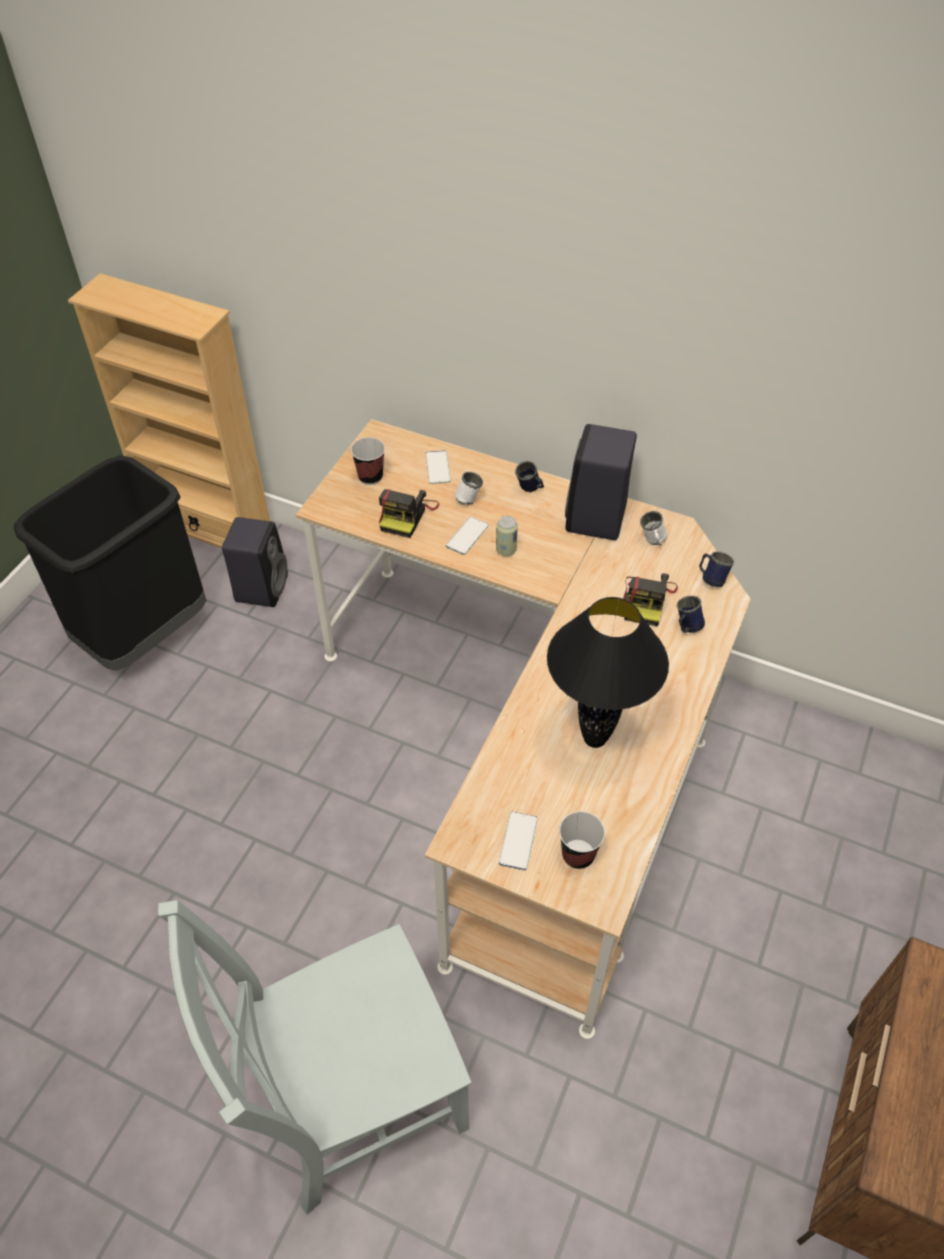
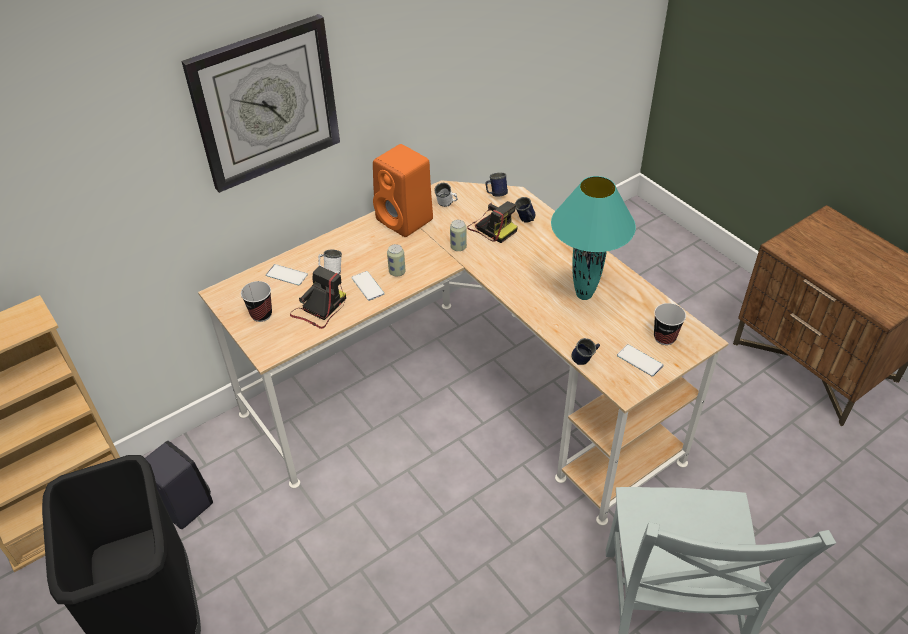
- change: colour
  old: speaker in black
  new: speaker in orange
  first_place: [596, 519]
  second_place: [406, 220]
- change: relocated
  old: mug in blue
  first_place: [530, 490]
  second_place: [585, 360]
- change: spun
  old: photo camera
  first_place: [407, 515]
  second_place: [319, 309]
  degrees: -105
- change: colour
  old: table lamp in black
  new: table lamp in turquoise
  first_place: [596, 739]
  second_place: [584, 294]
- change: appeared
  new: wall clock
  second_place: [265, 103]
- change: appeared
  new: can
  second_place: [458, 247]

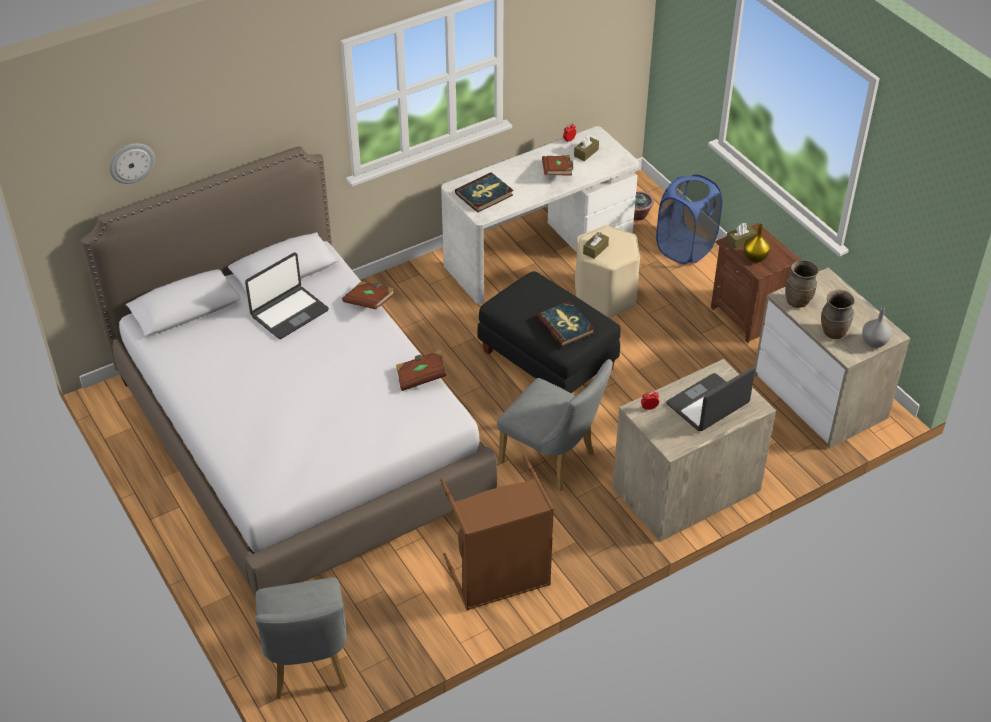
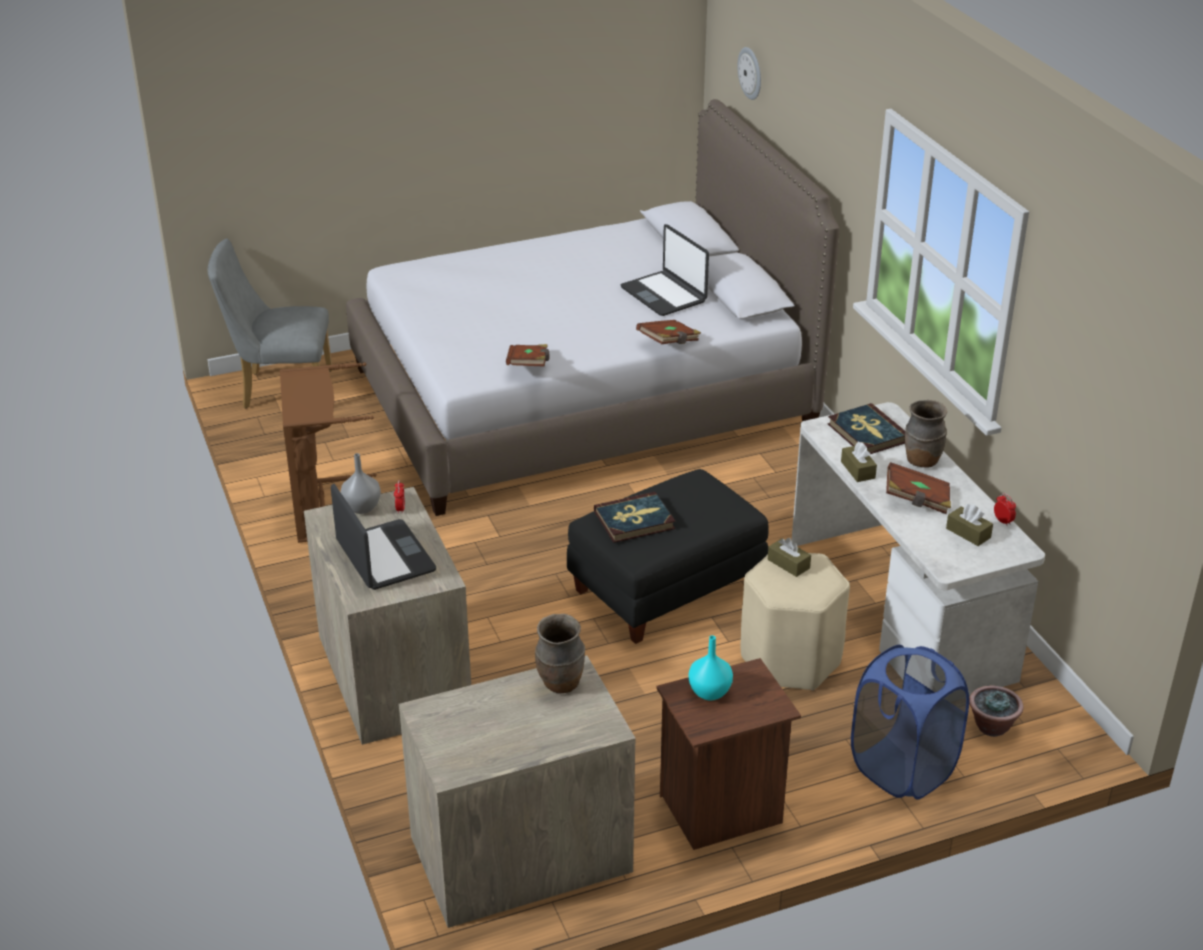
- change: relocated
  old: tissue box in brown
  first_place: [740, 241]
  second_place: [858, 470]
- change: colour
  old: vase in yellow
  new: vase in turquoise
  first_place: [754, 257]
  second_place: [710, 692]
- change: relocated
  old: vase in brown
  first_place: [833, 332]
  second_place: [921, 461]
- change: relocated
  old: vase in grey
  first_place: [875, 342]
  second_place: [361, 508]
- change: missing
  old: chair in grey
  first_place: [553, 460]

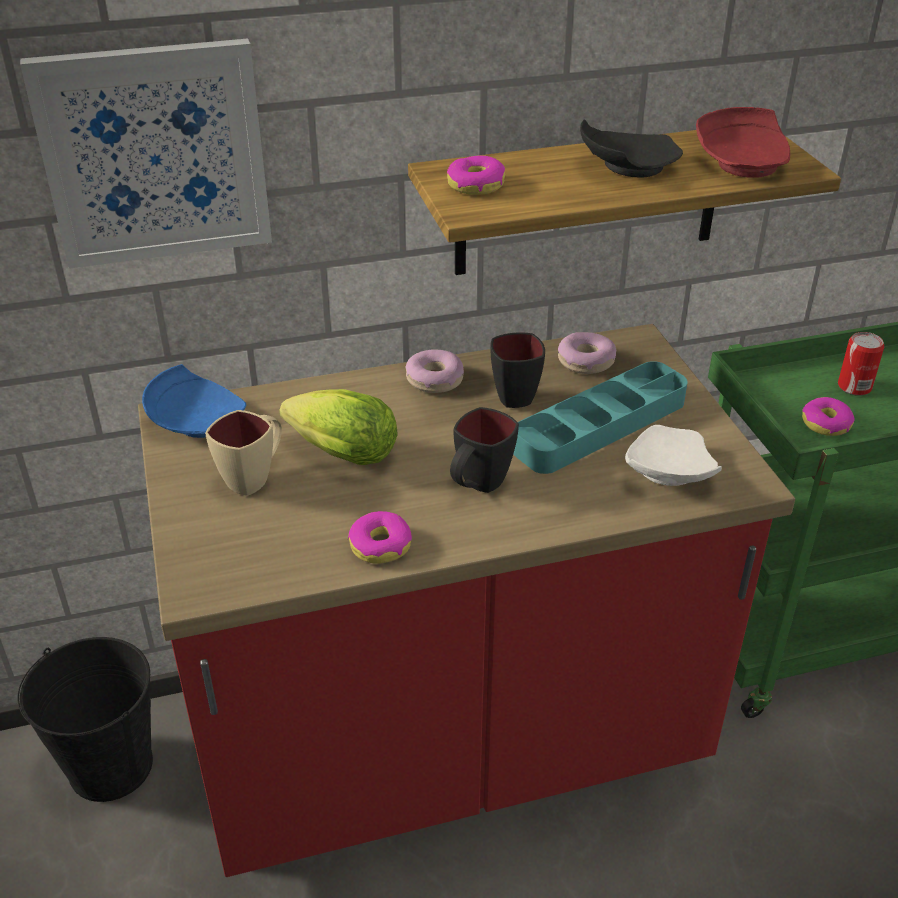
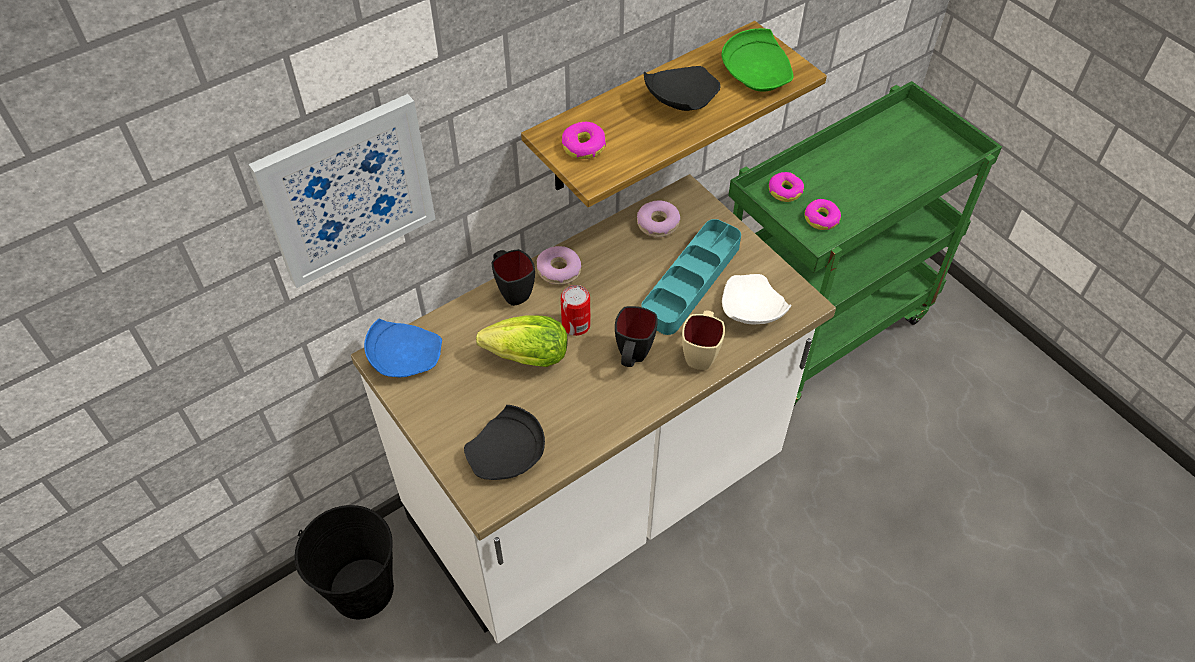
- change: colour
  old: plate in red
  new: plate in green
  first_place: [744, 162]
  second_place: [757, 74]
- change: colour
  old: counter in red
  new: counter in white
  first_place: [449, 747]
  second_place: [597, 496]
- change: relocated
  old: can
  first_place: [854, 387]
  second_place: [576, 325]
- change: relocated
  old: mug in black
  first_place: [512, 393]
  second_place: [512, 291]
- change: relocated
  old: mug in beige
  first_place: [254, 477]
  second_place: [701, 353]
- change: relocated
  old: donut
  first_place: [380, 545]
  second_place: [785, 191]
- change: appeared
  new: plate in black
  second_place: [507, 455]

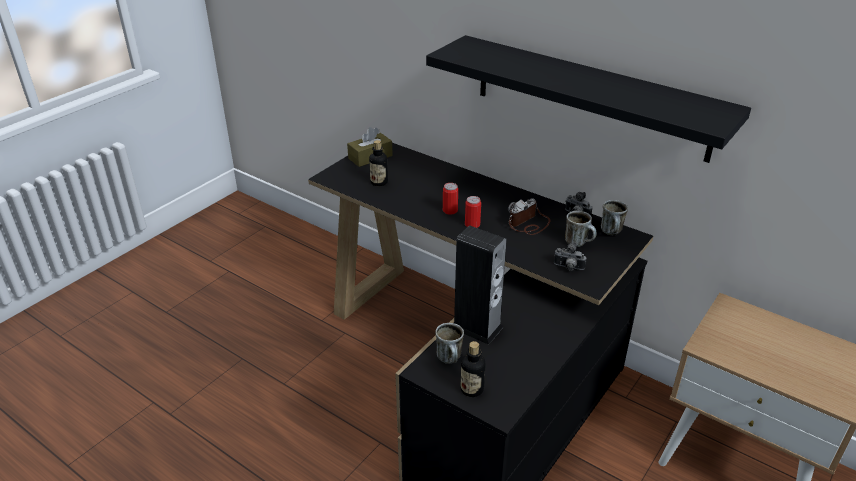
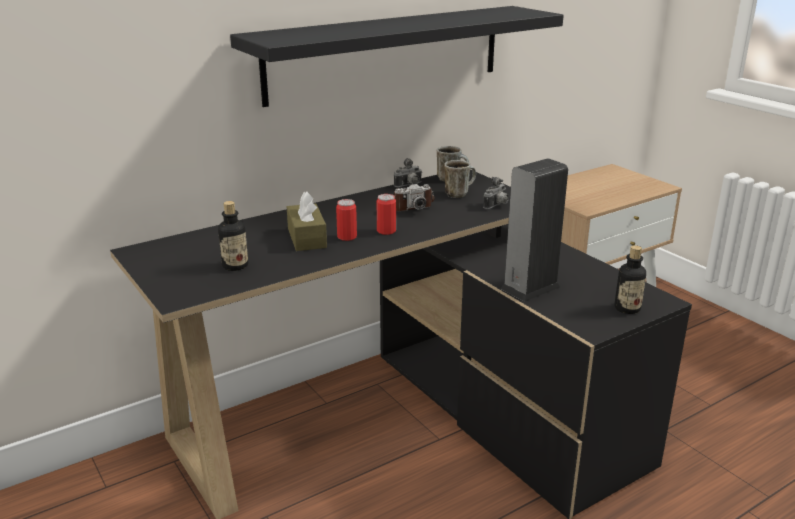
- change: relocated
  old: tissue box in brown
  first_place: [370, 157]
  second_place: [307, 238]
- change: spun
  old: photo camera
  first_place: [528, 224]
  second_place: [407, 206]
  degrees: -90
- change: missing
  old: mug
  first_place: [451, 360]

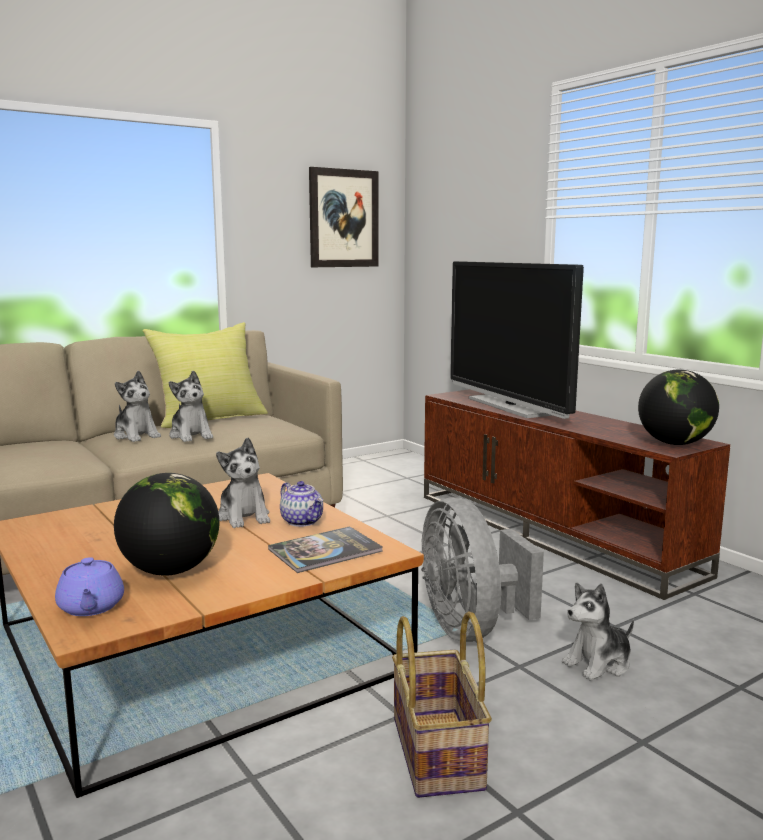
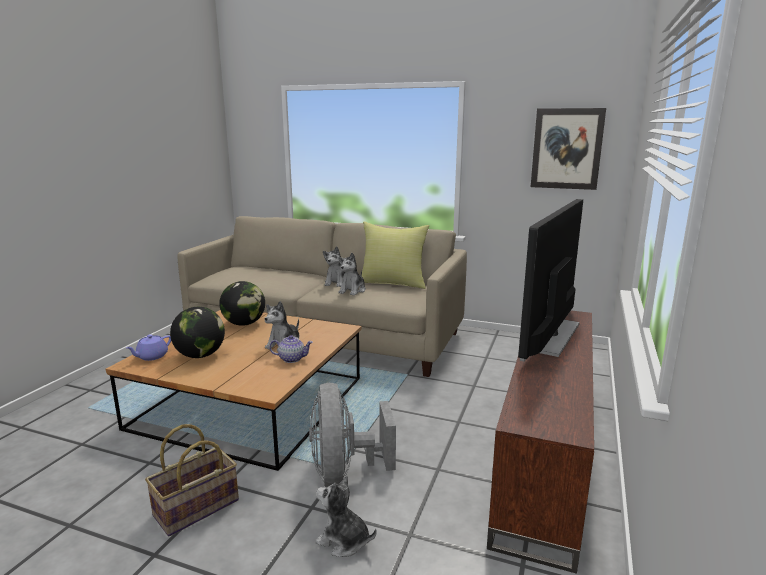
- change: relocated
  old: globe
  first_place: [674, 443]
  second_place: [244, 324]
- change: spun
  old: teapot
  first_place: [302, 521]
  second_place: [292, 359]
  degrees: -105
- change: spun
  old: fan in grey
  first_place: [471, 628]
  second_place: [344, 472]
  degrees: -45
- change: missing
  old: book
  first_place: [325, 551]

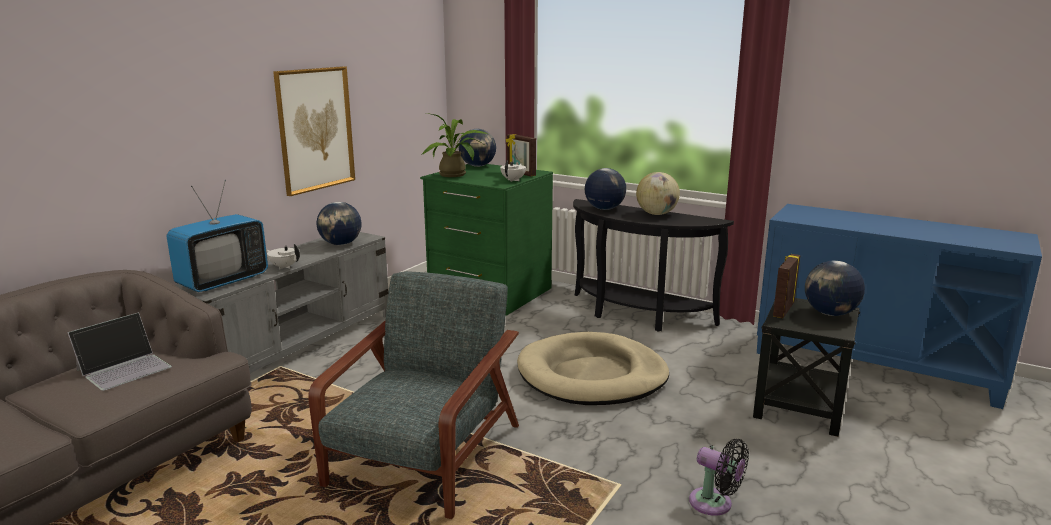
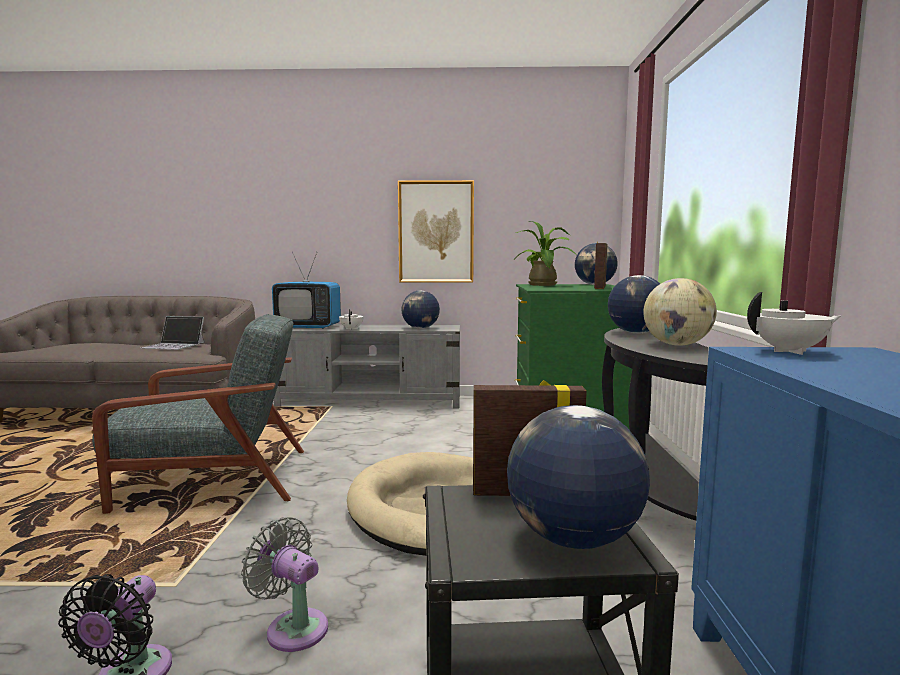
- change: relocated
  old: teapot in white
  first_place: [513, 180]
  second_place: [790, 351]
- change: appeared
  new: fan in grey
  second_place: [293, 627]

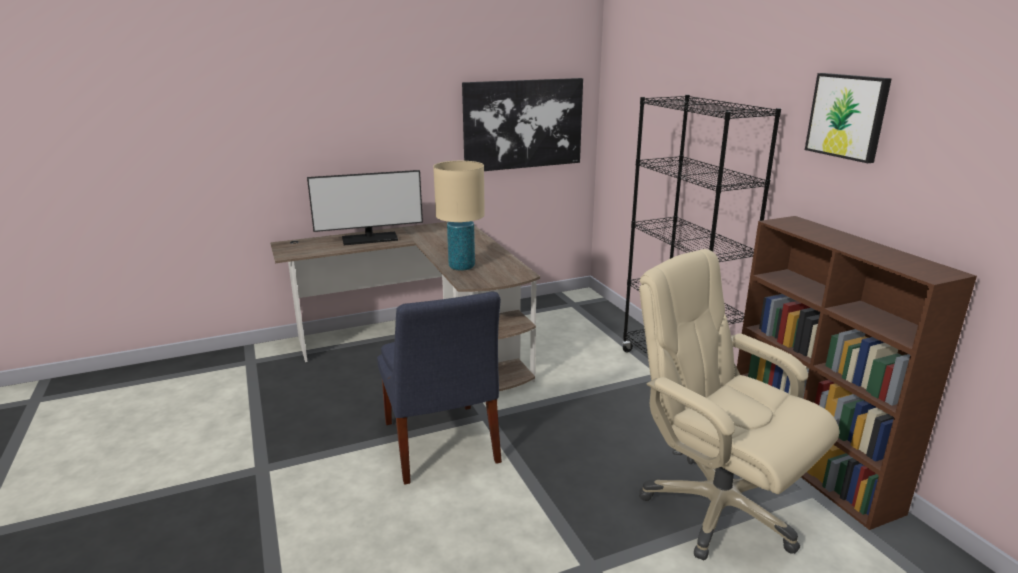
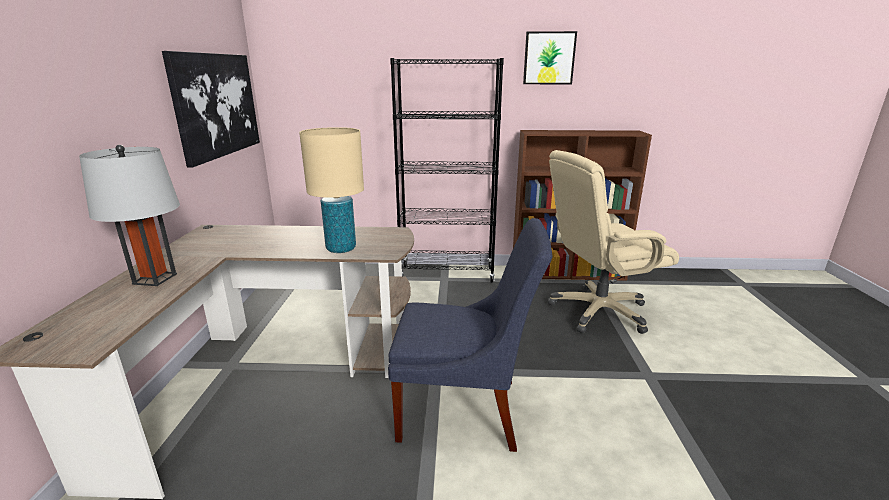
- change: exchanged
  old: monitor
  new: table lamp in grey
  first_place: [370, 239]
  second_place: [155, 279]

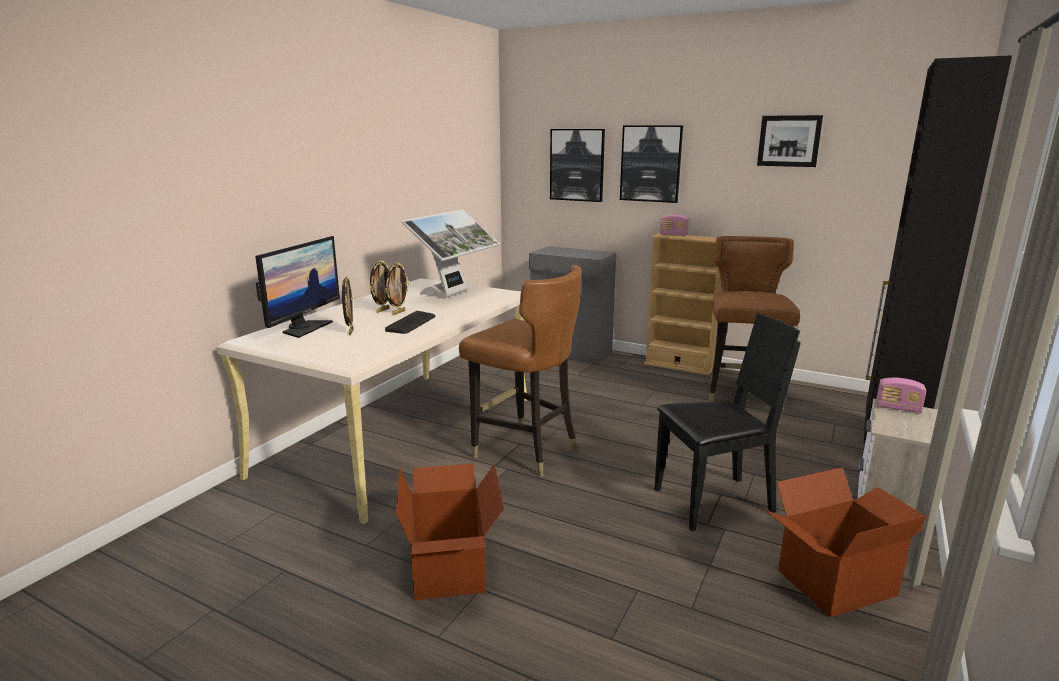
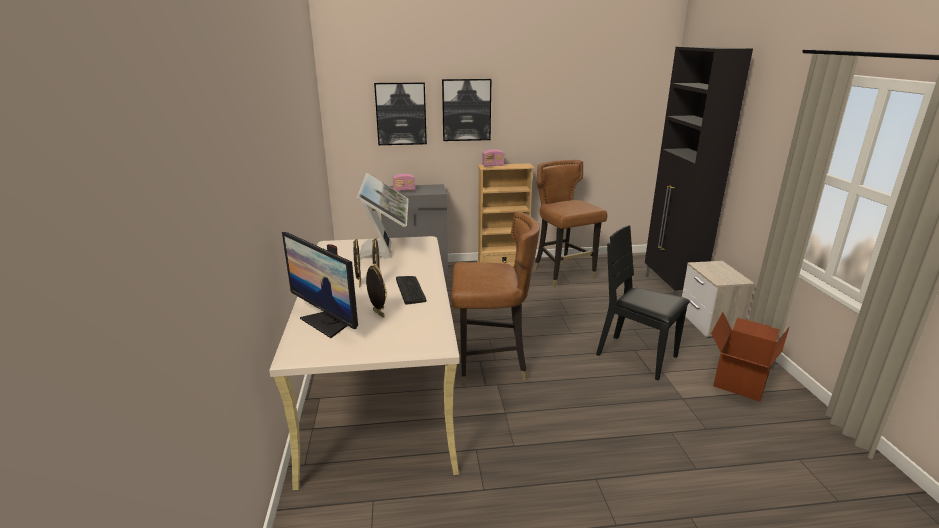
- change: missing
  old: picture
  first_place: [789, 141]
- change: spun
  old: monitor
  first_place: [304, 328]
  second_place: [327, 323]
  degrees: 150
- change: spun
  old: chair in black
  first_place: [713, 502]
  second_place: [637, 357]
  degrees: -90
- change: relocated
  old: radio
  first_place: [898, 408]
  second_place: [404, 190]
- change: missing
  old: cardboard box
  first_place: [450, 568]

